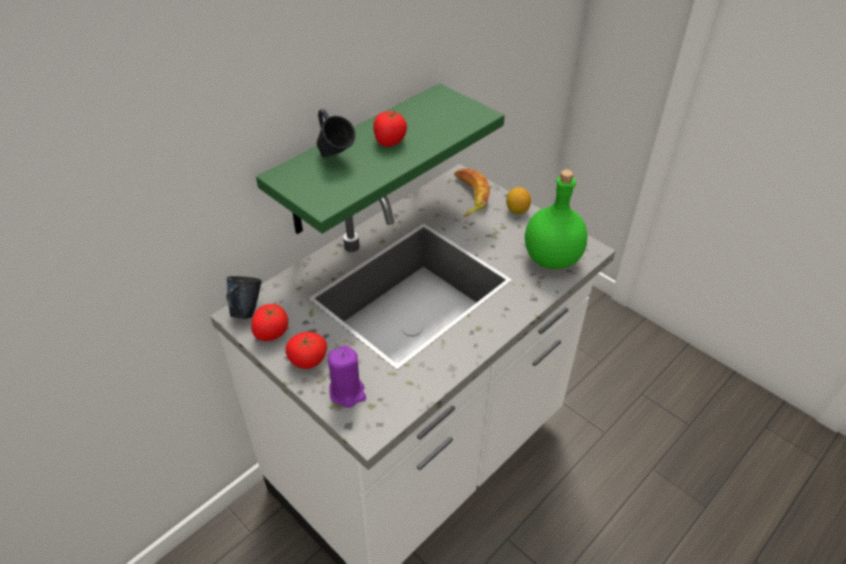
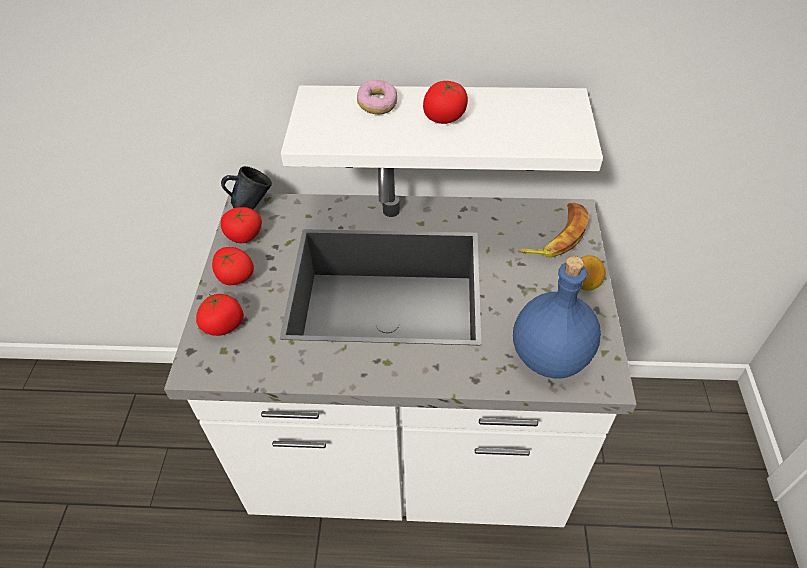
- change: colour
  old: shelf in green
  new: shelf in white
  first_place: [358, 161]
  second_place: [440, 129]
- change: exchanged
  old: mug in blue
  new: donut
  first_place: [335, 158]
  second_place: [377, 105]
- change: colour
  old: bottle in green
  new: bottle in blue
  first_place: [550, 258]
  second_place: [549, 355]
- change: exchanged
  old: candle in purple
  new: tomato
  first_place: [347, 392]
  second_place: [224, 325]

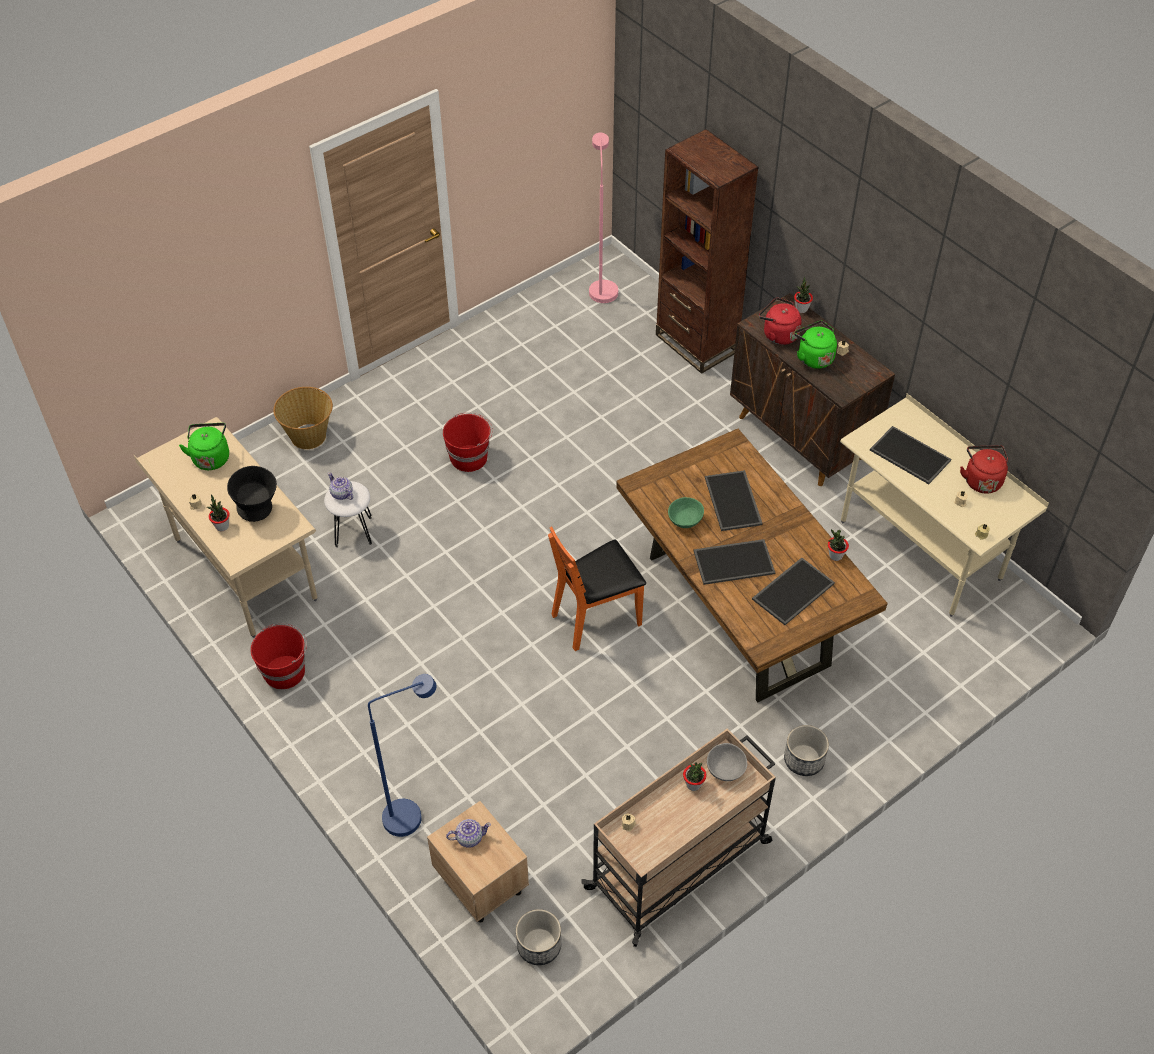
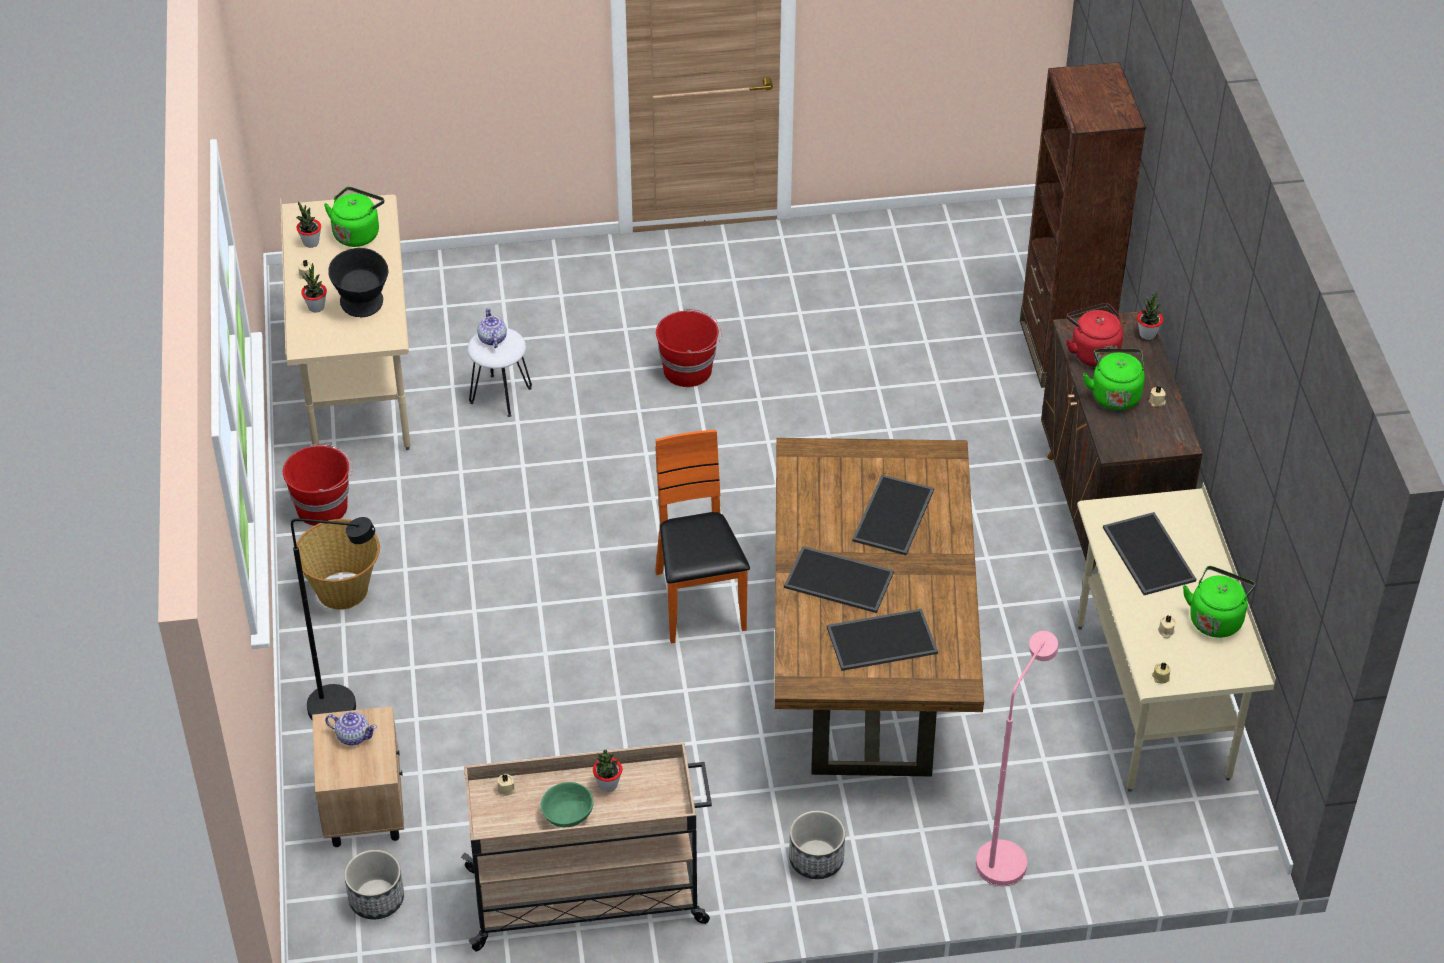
- change: relocated
  old: floor lamp in pink
  first_place: [602, 287]
  second_place: [1005, 853]
- change: relocated
  old: basket
  first_place: [309, 435]
  second_place: [343, 590]
- change: colour
  old: kettle in red
  new: kettle in green
  first_place: [981, 480]
  second_place: [1216, 618]
- change: relocated
  old: bowl in green
  first_place: [685, 519]
  second_place: [568, 815]
- change: spun
  old: chair in orange
  first_place: [596, 618]
  second_place: [698, 602]
  degrees: 75
- change: relocated
  old: potted plant
  first_place: [835, 556]
  second_place: [311, 242]
- change: colour
  old: floor lamp in blue
  new: floor lamp in black
  first_place: [412, 813]
  second_place: [346, 708]
- change: missing
  old: bowl in grey
  first_place: [725, 769]

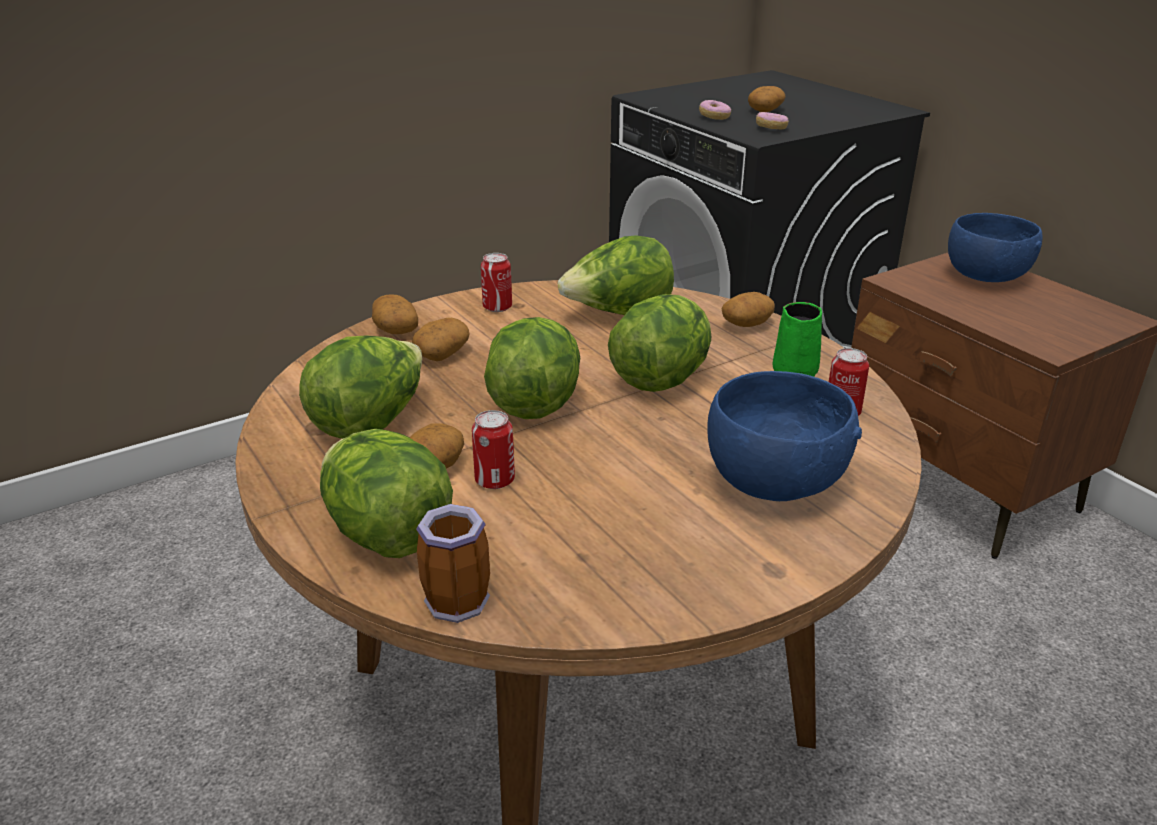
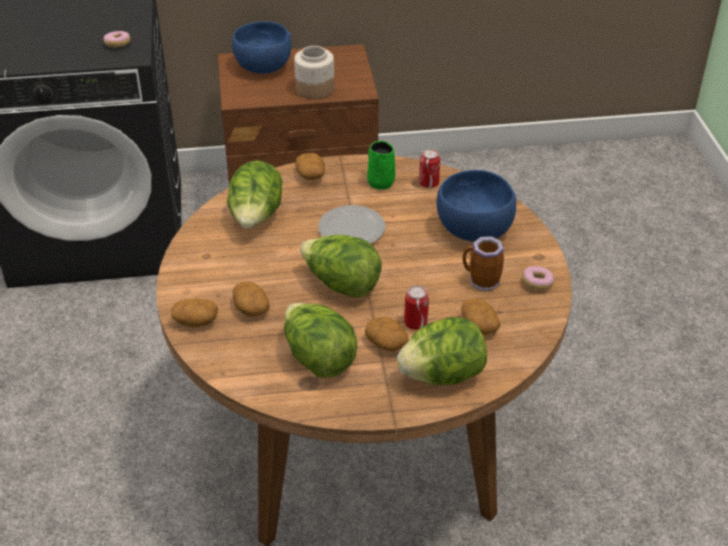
- change: relocated
  old: potato
  first_place: [765, 110]
  second_place: [478, 325]
- change: relocated
  old: donut
  first_place: [714, 117]
  second_place: [537, 283]
- change: missing
  old: can
  first_place: [497, 307]
- change: exchanged
  old: lettuce
  new: plate
  first_place: [661, 379]
  second_place: [351, 230]
- change: relocated
  old: mug
  first_place: [454, 597]
  second_place: [481, 282]
- change: appeared
  new: jar
  second_place: [314, 89]

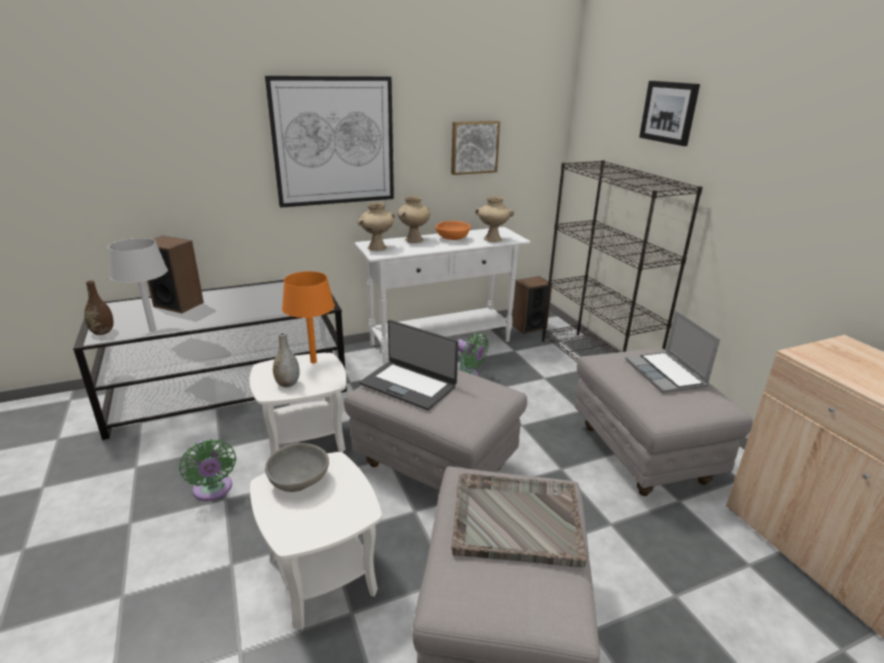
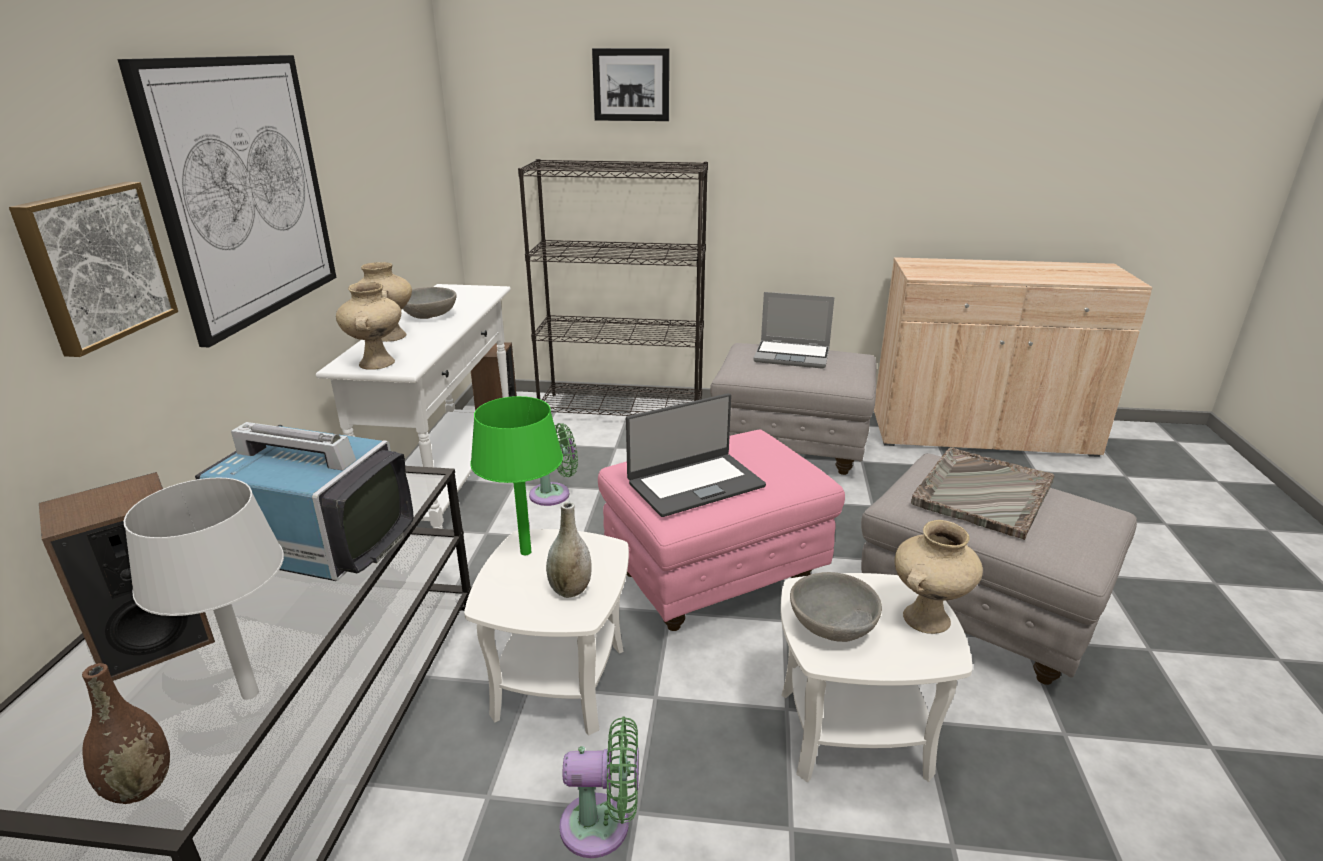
- change: relocated
  old: picture
  first_place: [474, 147]
  second_place: [95, 265]
- change: relocated
  old: vase in beige
  first_place: [492, 239]
  second_place: [927, 620]
- change: colour
  old: bowl in orange
  new: bowl in grey
  first_place: [452, 239]
  second_place: [429, 316]
- change: colour
  old: table lamp in orange
  new: table lamp in green
  first_place: [313, 361]
  second_place: [525, 552]
- change: colour
  old: ottoman in grey
  new: ottoman in pink
  first_place: [436, 466]
  second_place: [715, 578]
- change: appeared
  new: television
  second_place: [307, 544]

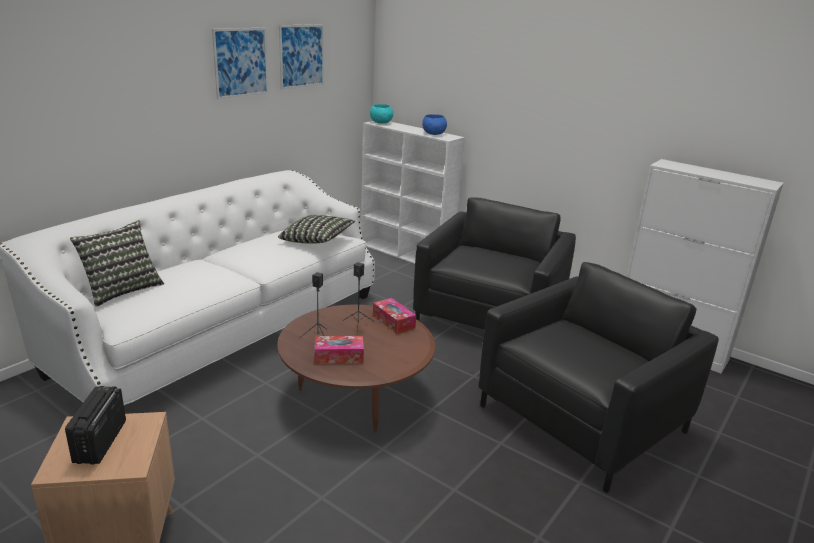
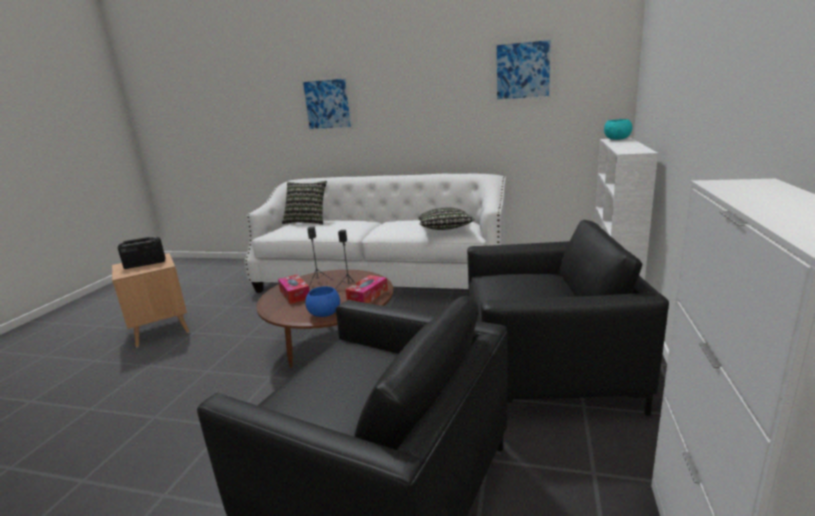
- change: relocated
  old: picture
  first_place: [241, 62]
  second_place: [327, 104]
- change: relocated
  old: bowl in blue
  first_place: [433, 134]
  second_place: [324, 313]

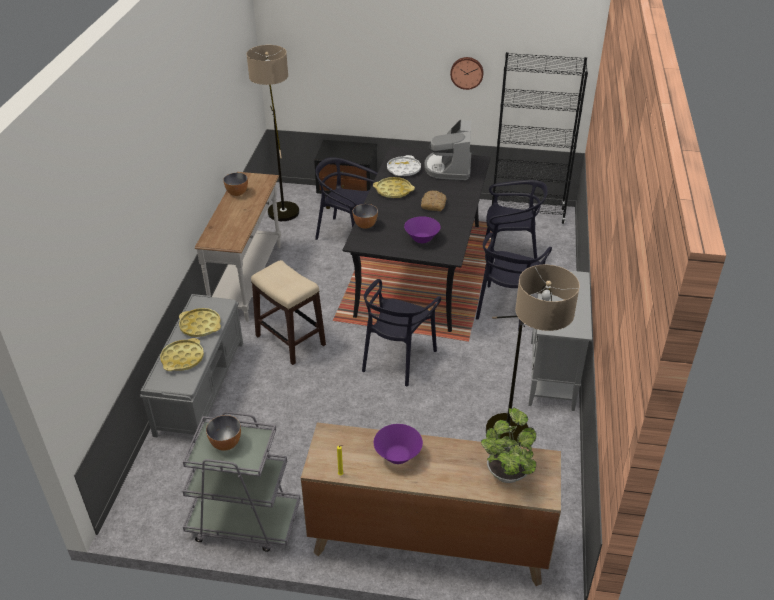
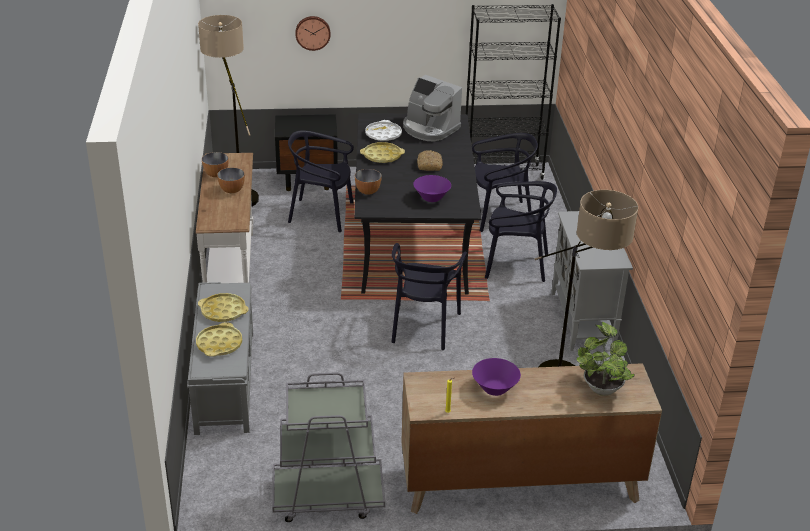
- change: relocated
  old: wall clock
  first_place: [467, 72]
  second_place: [312, 32]
- change: spun
  old: coffee machine
  first_place: [449, 168]
  second_place: [429, 129]
  degrees: -45
- change: spun
  old: chair in black
  first_place: [507, 308]
  second_place: [515, 265]
  degrees: -90
- change: missing
  old: stool
  first_place: [290, 340]
- change: relocated
  old: bowl
  first_place: [226, 444]
  second_place: [232, 190]

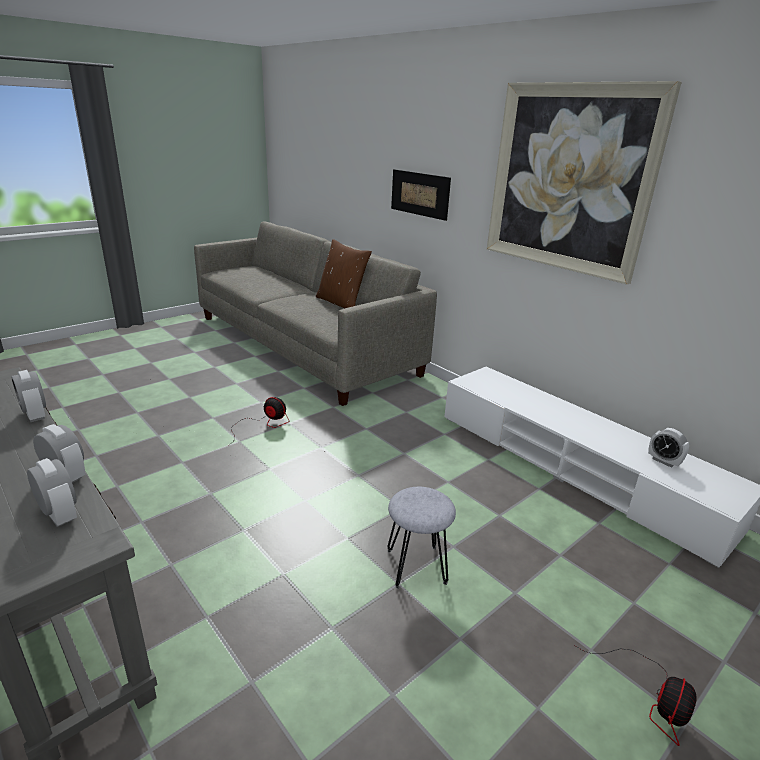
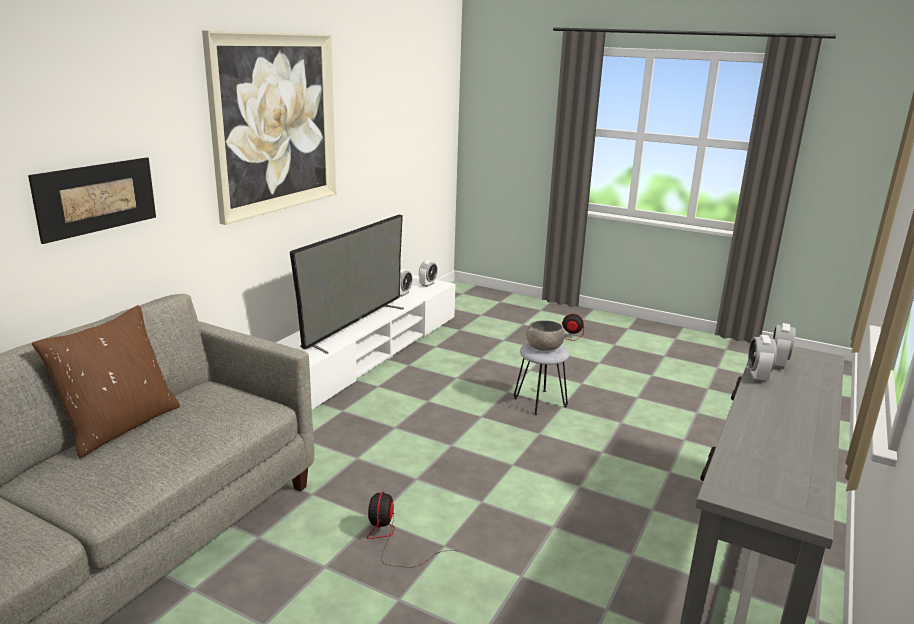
- change: relocated
  old: alarm clock
  first_place: [35, 415]
  second_place: [427, 284]
- change: appeared
  new: television
  second_place: [354, 326]
- change: appeared
  new: bowl in grey
  second_place: [544, 348]

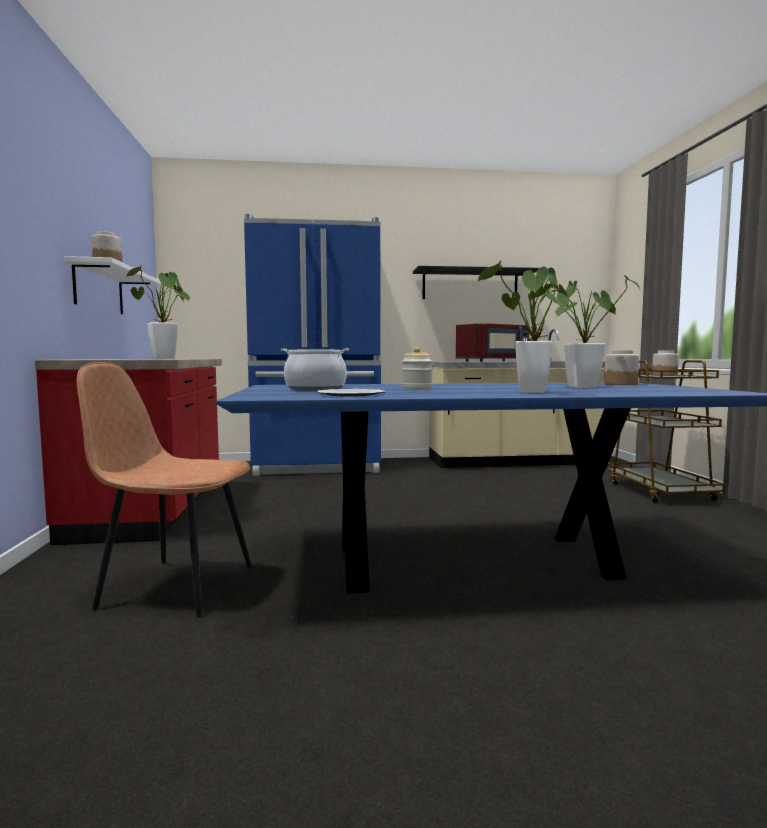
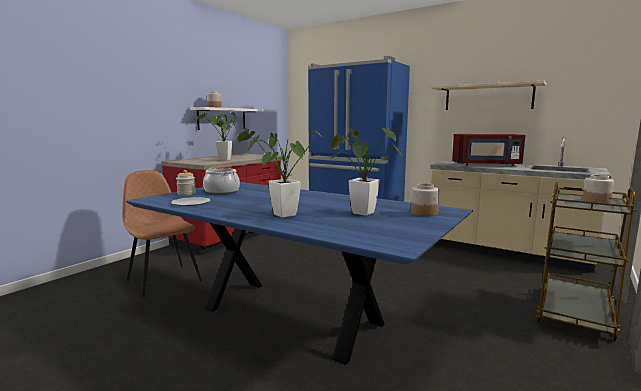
- change: colour
  old: shelf in black
  new: shelf in beige
  first_place: [470, 285]
  second_place: [488, 97]
- change: relocated
  old: jar
  first_place: [417, 389]
  second_place: [186, 194]

